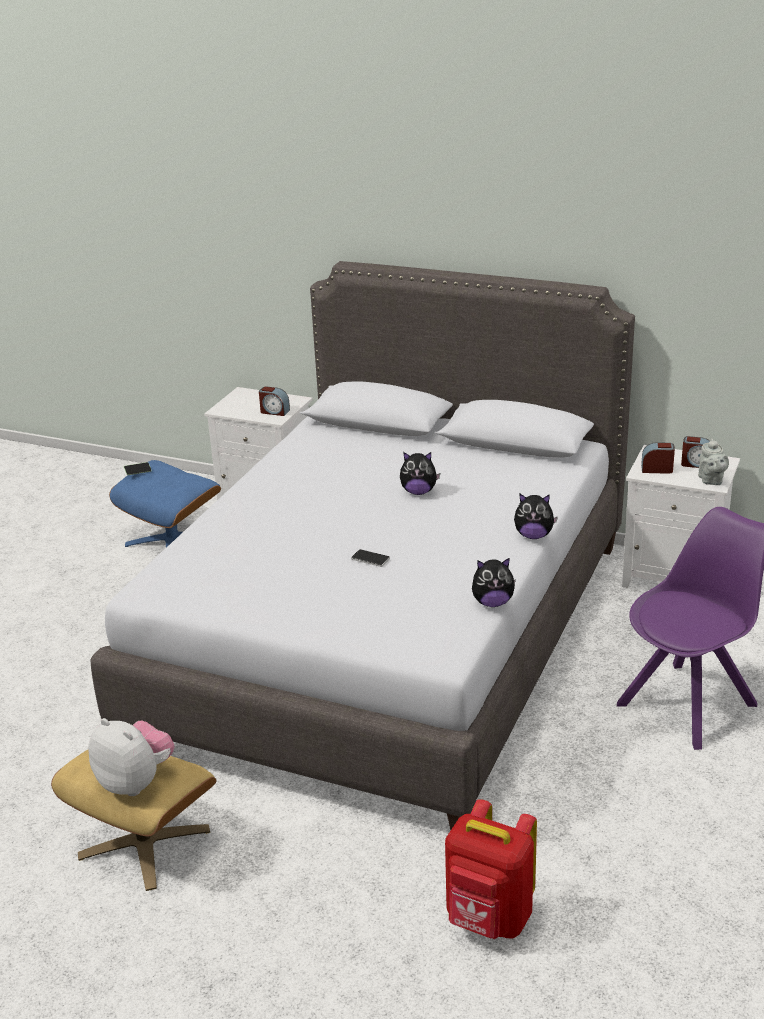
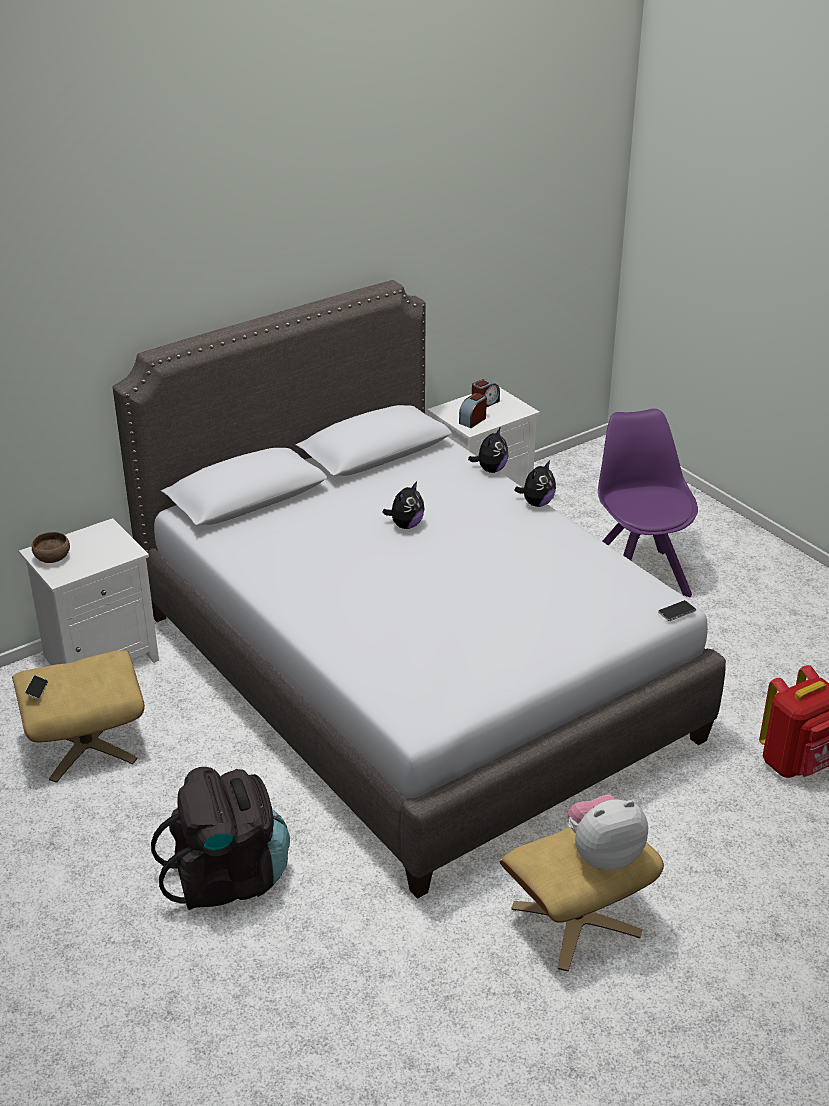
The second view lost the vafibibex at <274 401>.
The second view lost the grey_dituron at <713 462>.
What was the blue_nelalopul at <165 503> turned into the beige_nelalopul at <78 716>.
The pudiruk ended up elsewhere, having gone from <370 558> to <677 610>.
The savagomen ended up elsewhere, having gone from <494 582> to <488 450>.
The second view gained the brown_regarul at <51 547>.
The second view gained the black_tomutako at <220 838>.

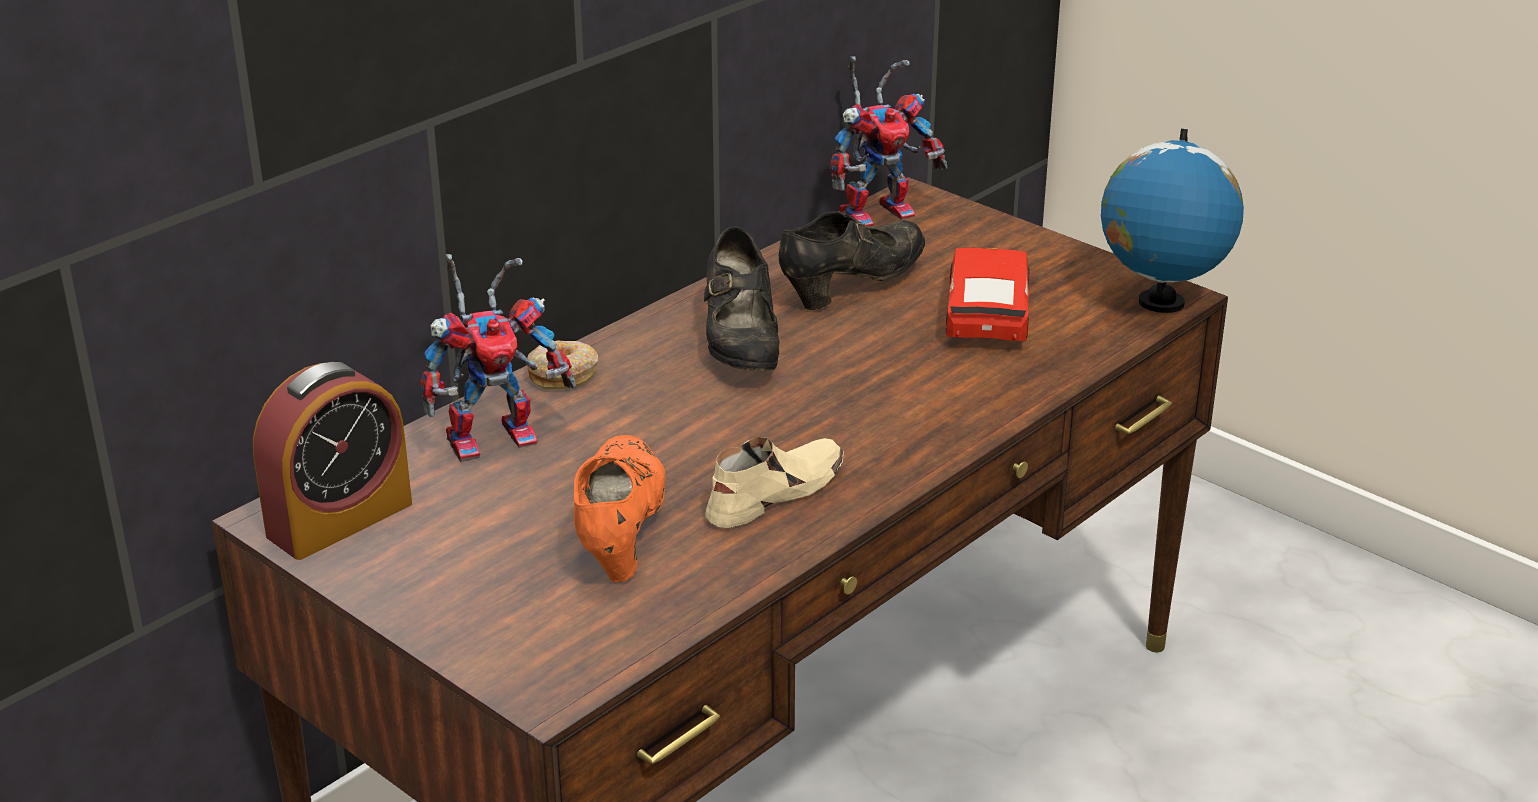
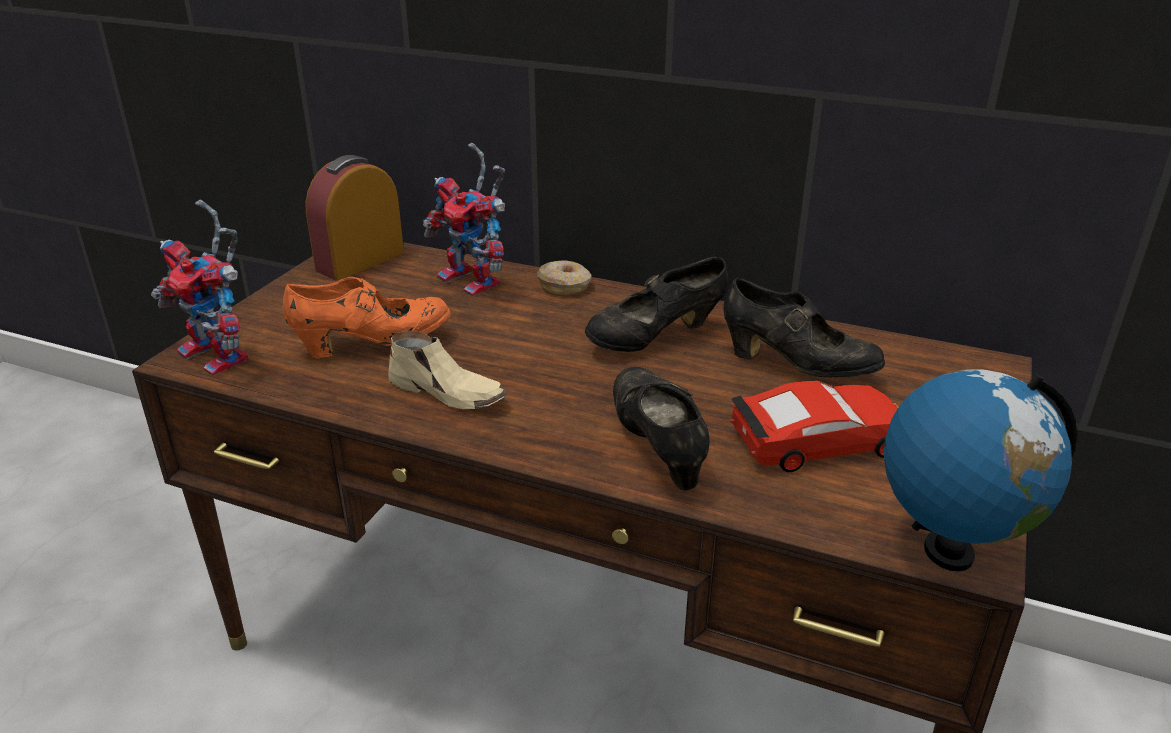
The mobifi ended up elsewhere, having gone from <889 142> to <199 288>.
The vafibibex at <332 461> ended up facing another way, 105 degrees clockwise from before.
The second view gained the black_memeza at <661 429>.

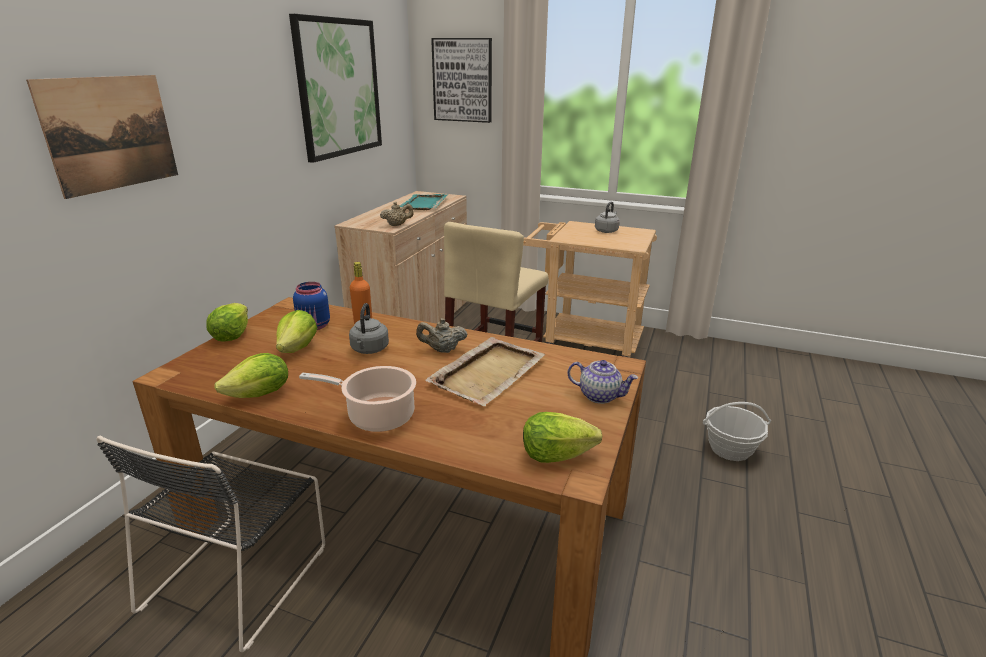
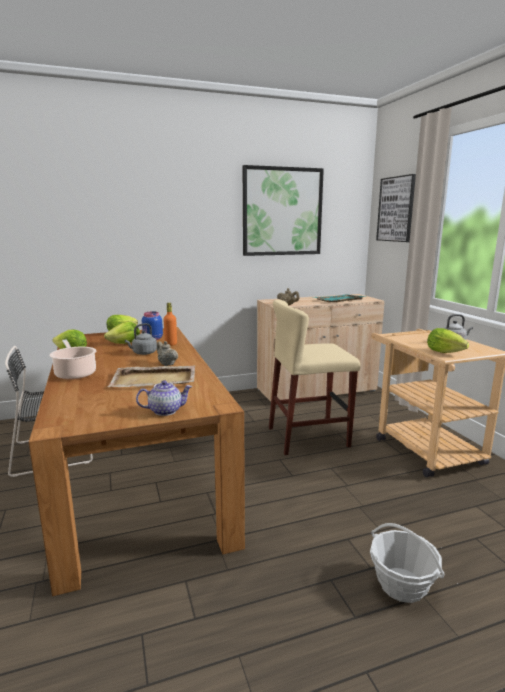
The second view lost the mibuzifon at <102 137>.
The dituron at <603 382> ended up facing another way, 90 degrees counterclockwise from before.
The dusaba ended up elsewhere, having gone from <562 437> to <448 340>.

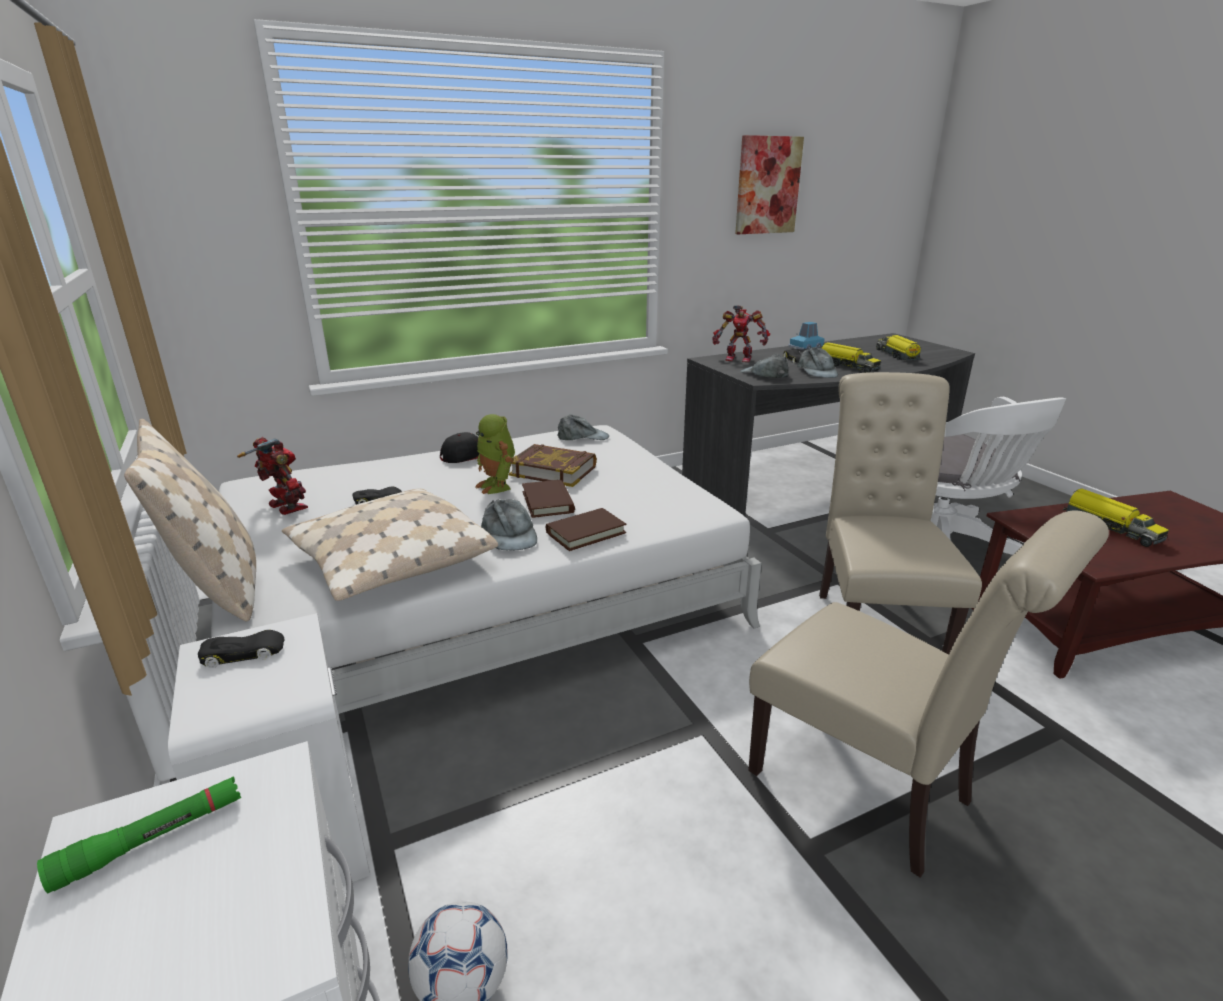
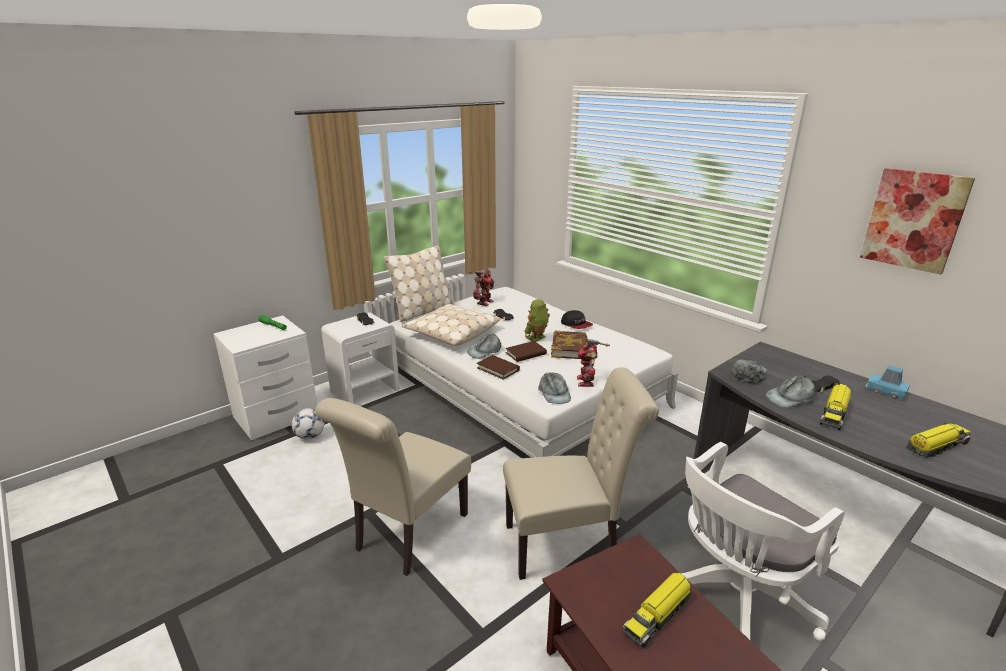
The mobifi ended up elsewhere, having gone from <741 333> to <593 363>.
The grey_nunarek ended up elsewhere, having gone from <583 427> to <554 388>.

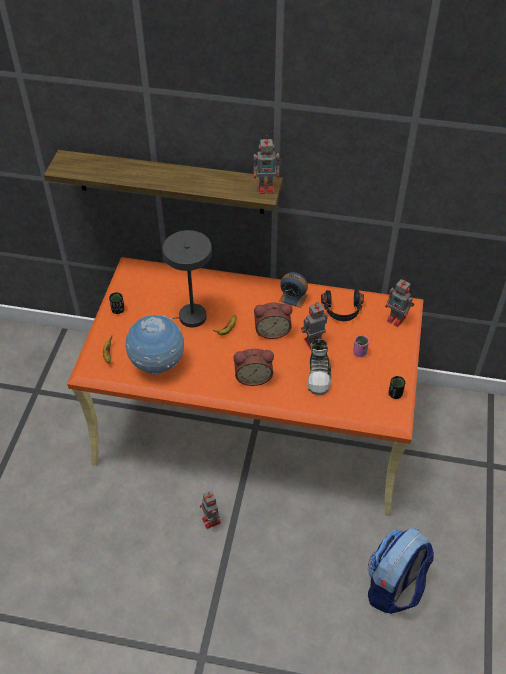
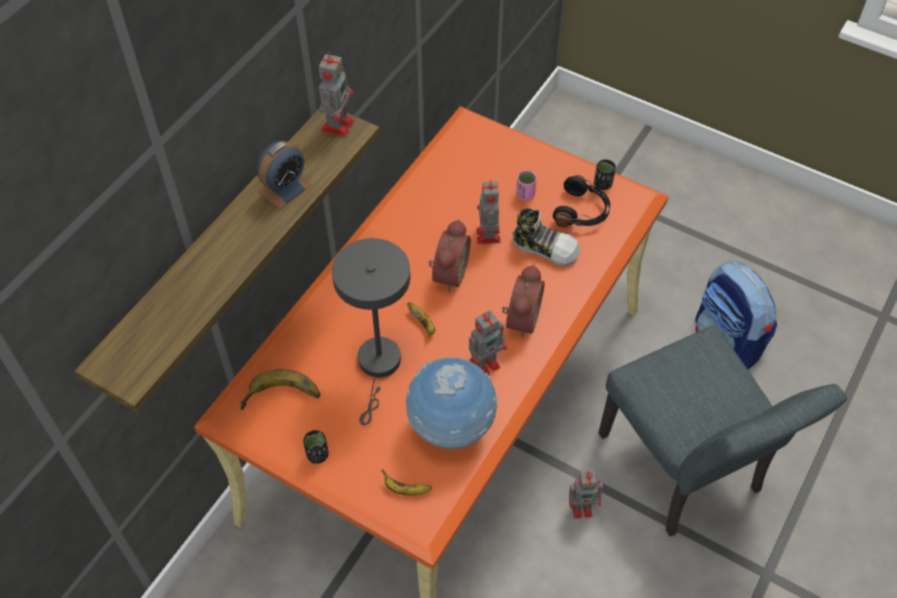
The vafibibex ended up elsewhere, having gone from <293 290> to <283 175>.
The mobifi ended up elsewhere, having gone from <399 302> to <488 342>.
The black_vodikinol ended up elsewhere, having gone from <342 305> to <582 201>.
The second view gained the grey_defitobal at <722 431>.
The second view gained the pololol at <281 389>.

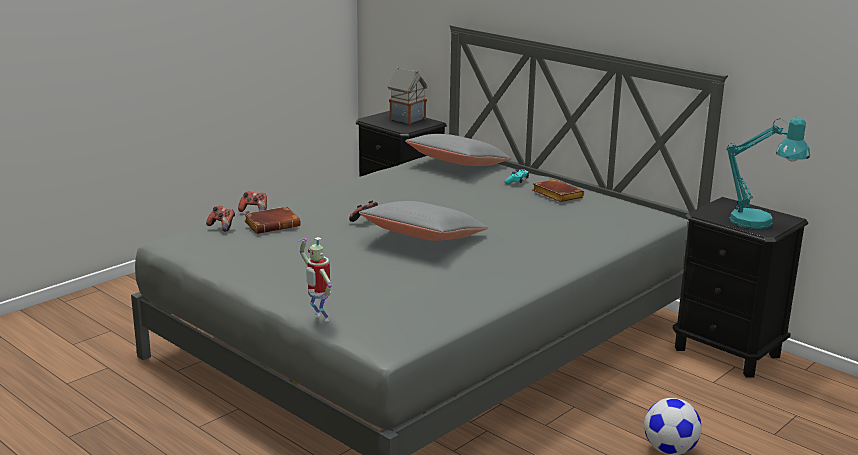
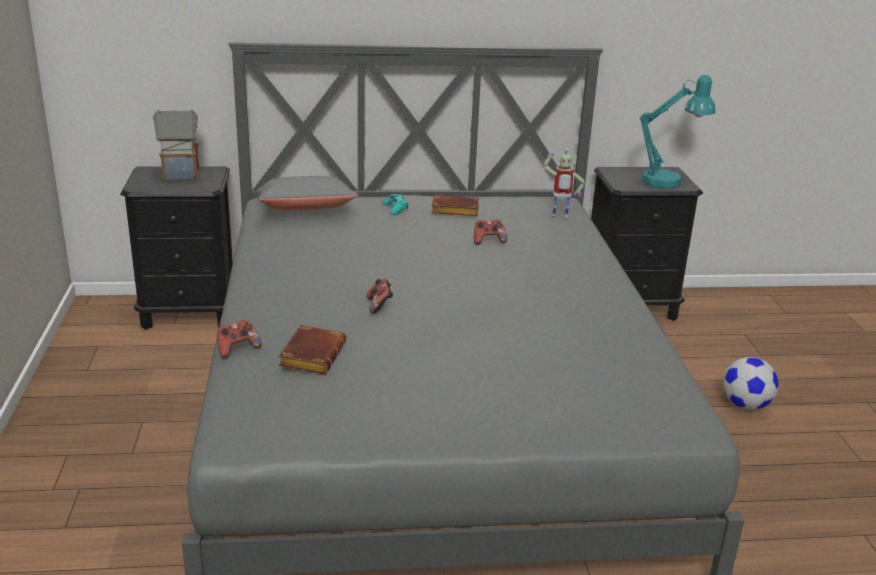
The second view lost the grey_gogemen at <423 221>.
The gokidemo ended up elsewhere, having gone from <220 219> to <490 232>.
The mobifi ended up elsewhere, having gone from <315 279> to <564 182>.

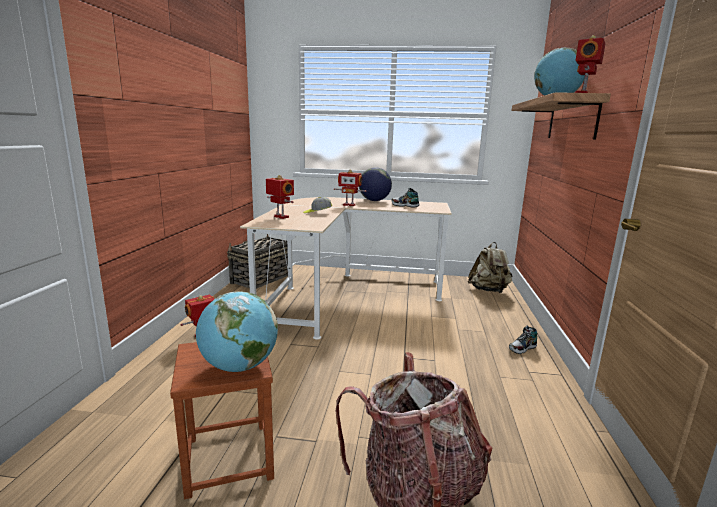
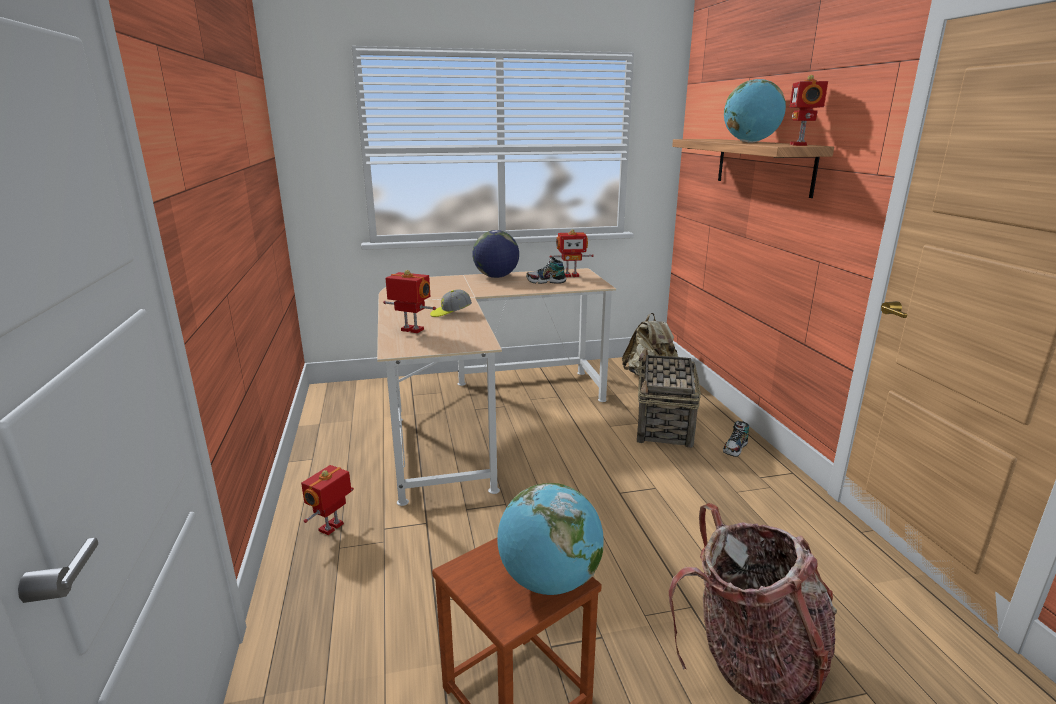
The mobifi ended up elsewhere, having gone from <350 187> to <572 253>.
The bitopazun ended up elsewhere, having gone from <257 261> to <668 399>.

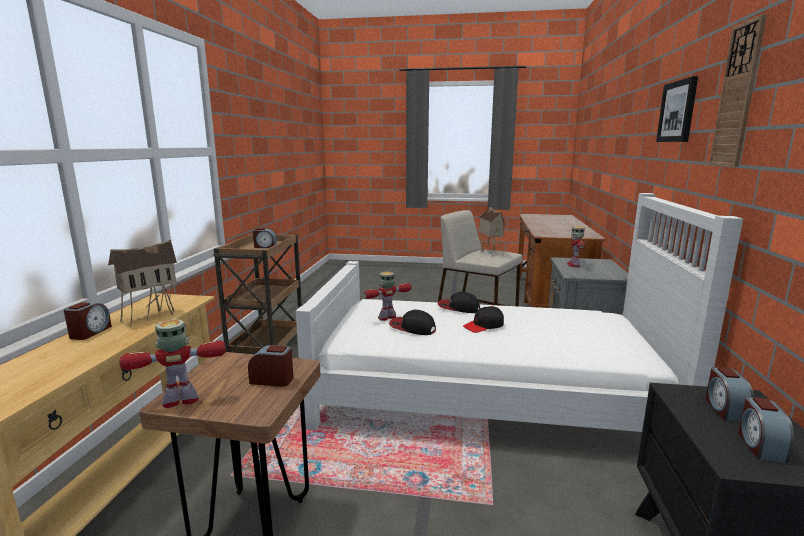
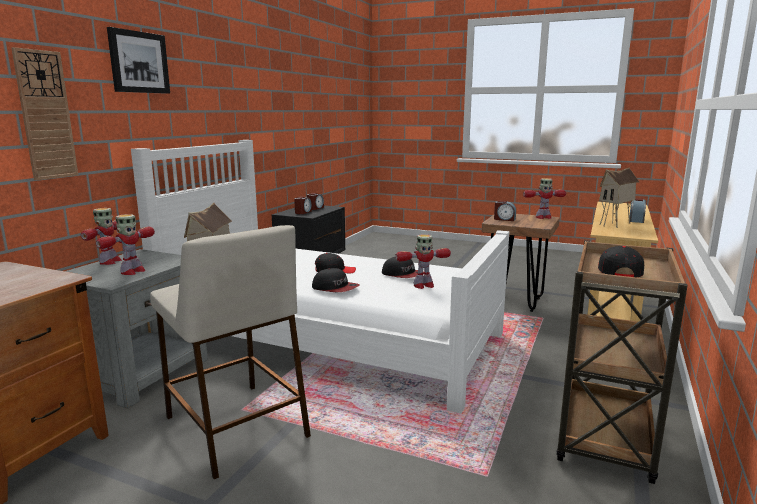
The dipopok ended up elsewhere, having gone from <738 90> to <44 113>.
Where the vafibibex stood at <265 238>, the black_nunarek came to stand at <621 261>.
The second view gained the mobifi at <101 236>.

